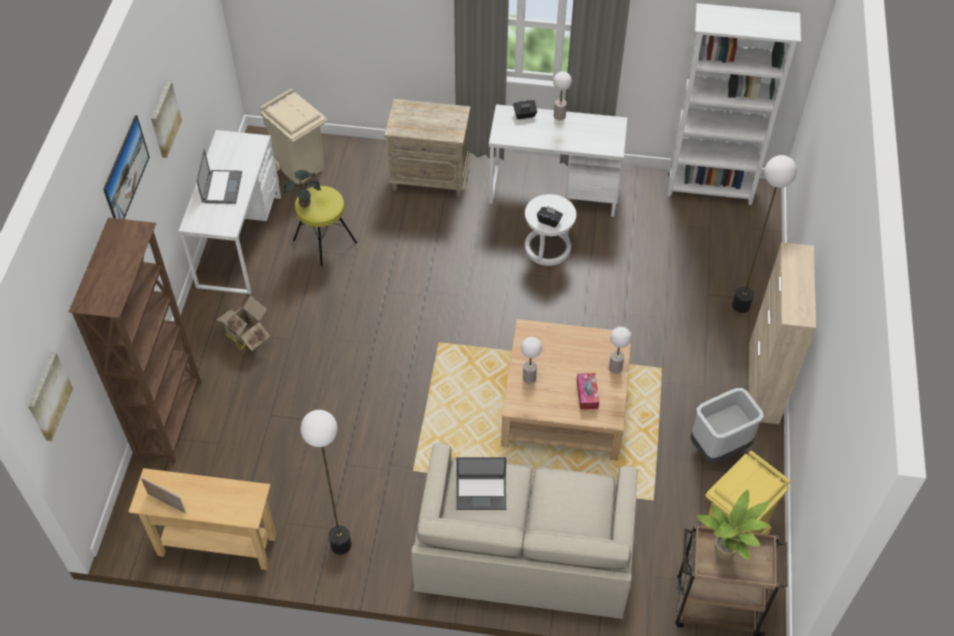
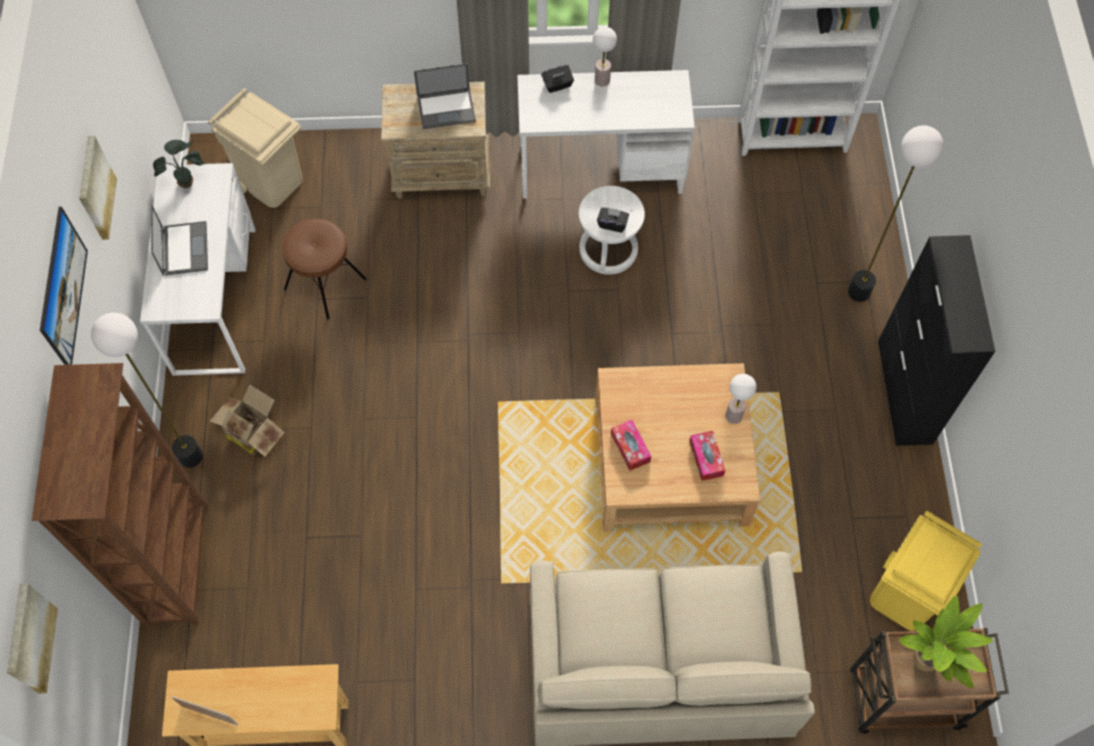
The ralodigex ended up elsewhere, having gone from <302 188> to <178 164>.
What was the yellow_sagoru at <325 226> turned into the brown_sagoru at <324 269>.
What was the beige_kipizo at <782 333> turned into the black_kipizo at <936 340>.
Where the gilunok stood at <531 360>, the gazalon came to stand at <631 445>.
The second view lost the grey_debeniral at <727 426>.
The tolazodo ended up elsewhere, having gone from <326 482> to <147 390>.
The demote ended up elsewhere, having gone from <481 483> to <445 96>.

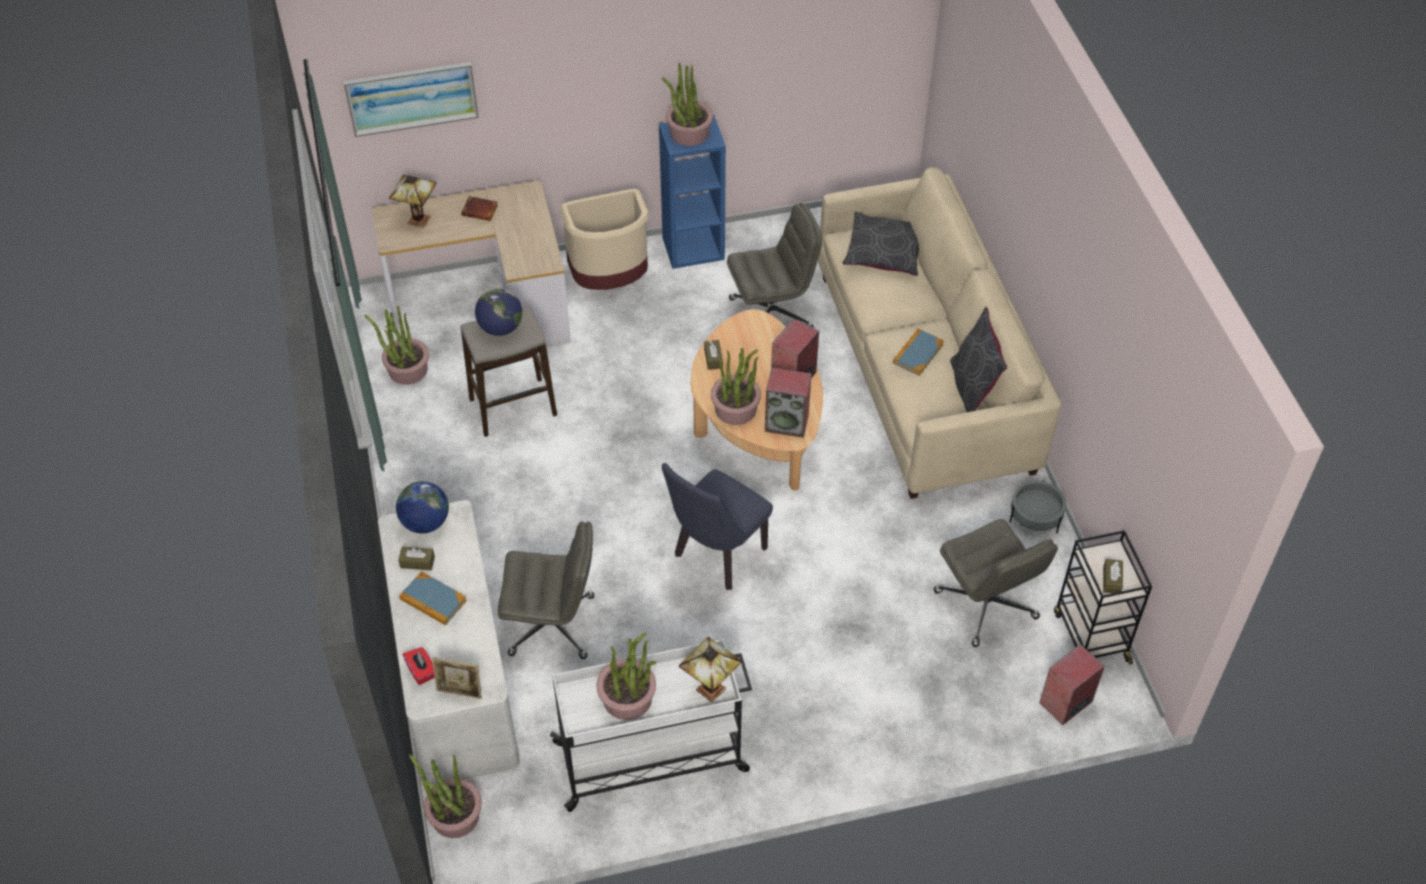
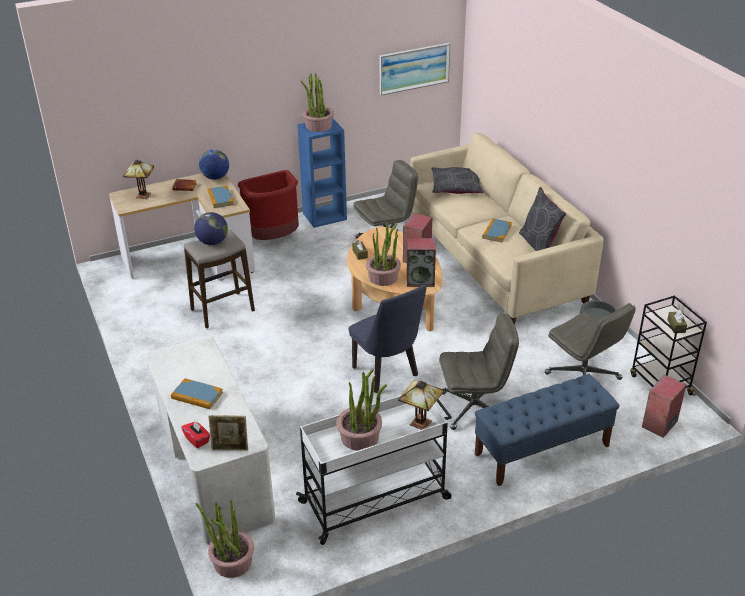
The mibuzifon ended up elsewhere, having gone from <411 99> to <414 69>.
What was the beige_debeniral at <604 239> turned into the red_debeniral at <268 205>.
The second view lost the ralodigex at <396 345>.
The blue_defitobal at <717 526> ended up facing another way, 60 degrees counterclockwise from before.
The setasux ended up elsewhere, having gone from <422 507> to <214 165>.
The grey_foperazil ended up elsewhere, having gone from <546 590> to <479 371>.
The second view lost the brown_gazalon at <416 558>.
The second view gained the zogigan at <221 197>.
The second view gained the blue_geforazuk at <547 430>.

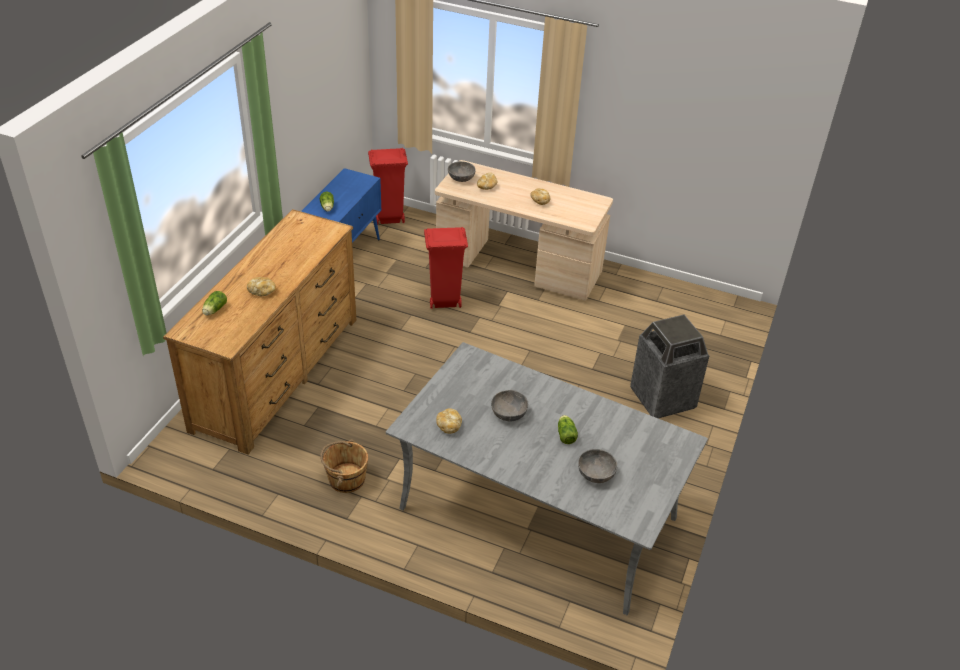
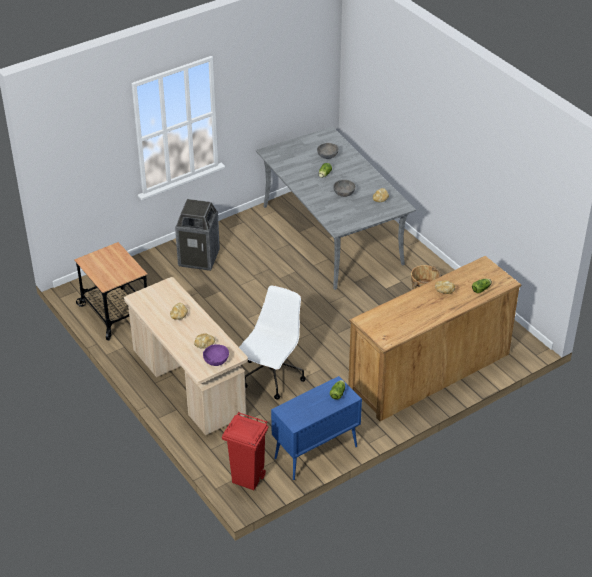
What was the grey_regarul at <462 171> turned into the purple_regarul at <216 355>.
Where the red_debeniral stood at <446 268>, the white_foperazil came to stand at <272 342>.
The second view gained the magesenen at <111 291>.

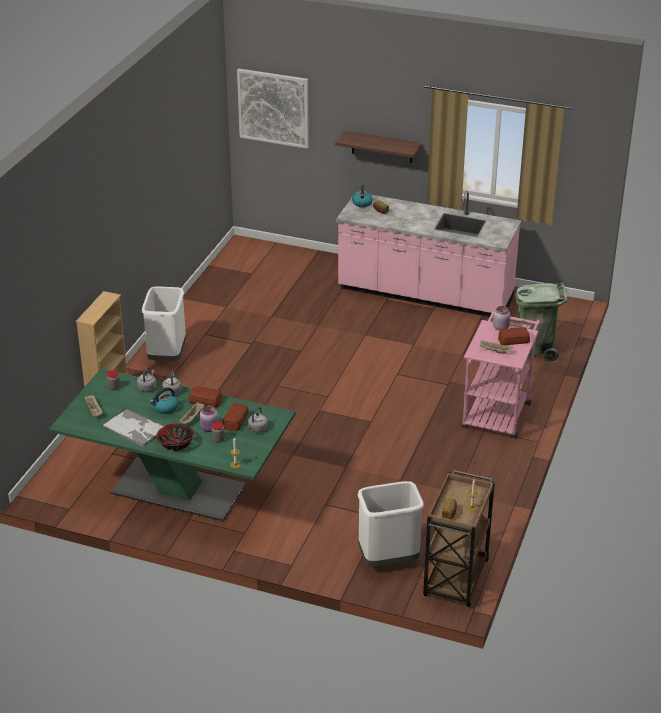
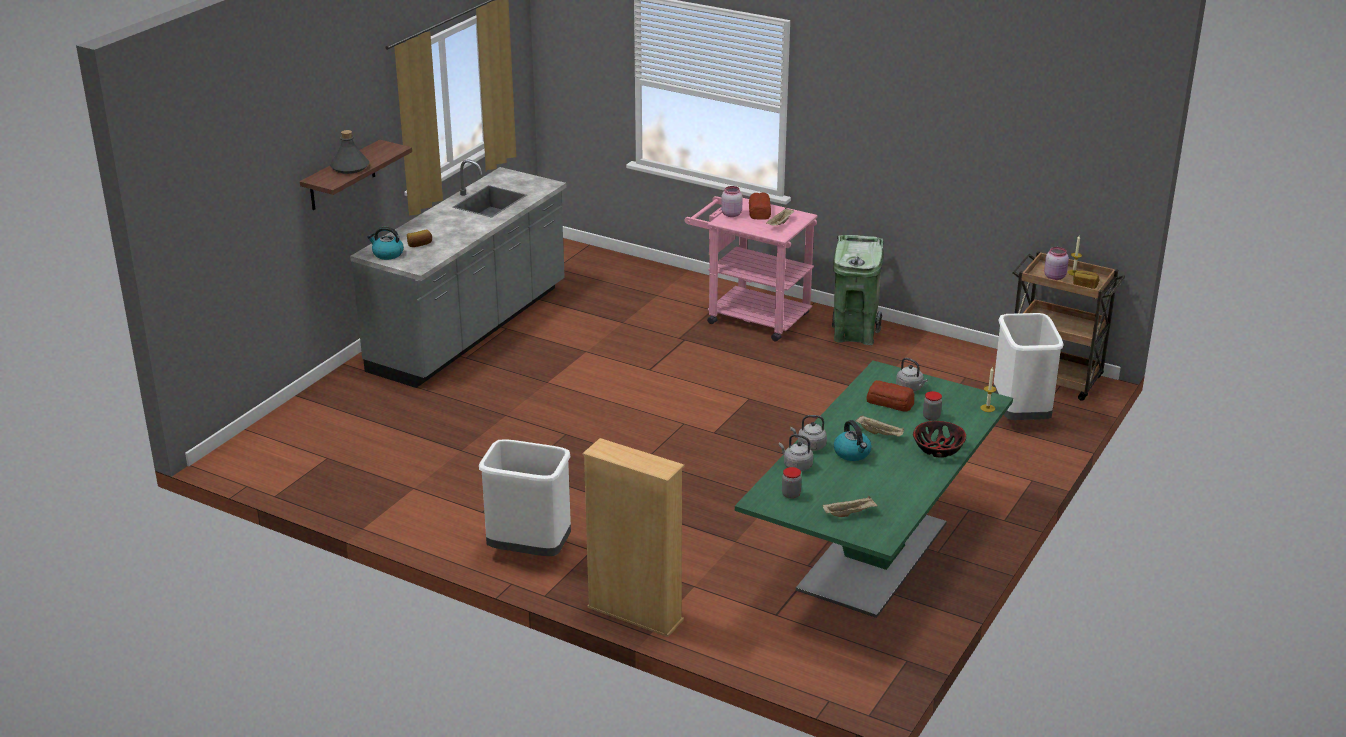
The second view lost the mibuzifon at <273 108>.
What was the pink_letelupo at <428 254> turned into the grey_letelupo at <458 273>.
The green_debeniral ended up elsewhere, having gone from <541 322> to <858 290>.
The second view lost the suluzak at <205 396>.
The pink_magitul ended up elsewhere, having gone from <209 418> to <1056 263>.
The second view lost the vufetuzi at <133 427>.
The second view gained the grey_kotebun at <349 152>.

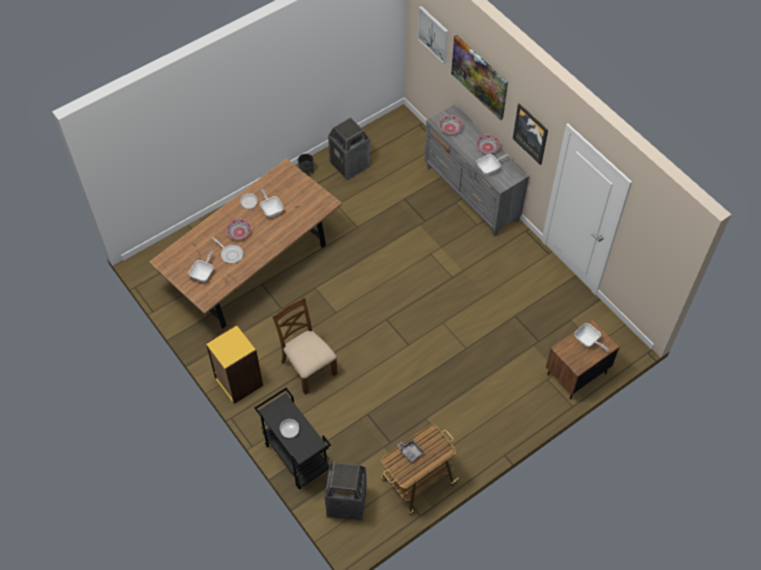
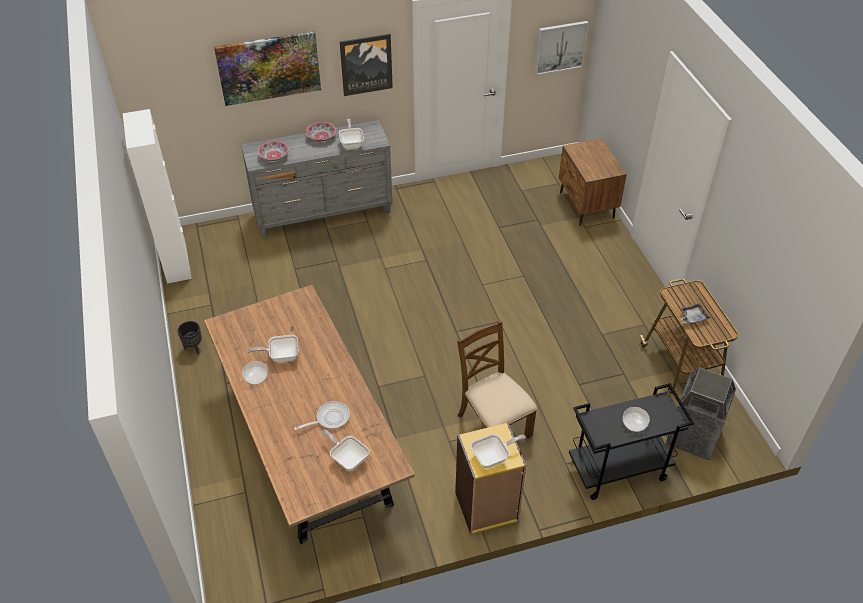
The mibuzifon ended up elsewhere, having gone from <432 35> to <562 48>.
The second view lost the debeniral at <349 149>.
The second view lost the regarul at <239 229>.
The brown_defitobal at <304 346> ended up facing another way, 75 degrees clockwise from before.
The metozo ended up elsewhere, having gone from <592 337> to <498 451>.
The second view gained the white_kipizo at <157 196>.

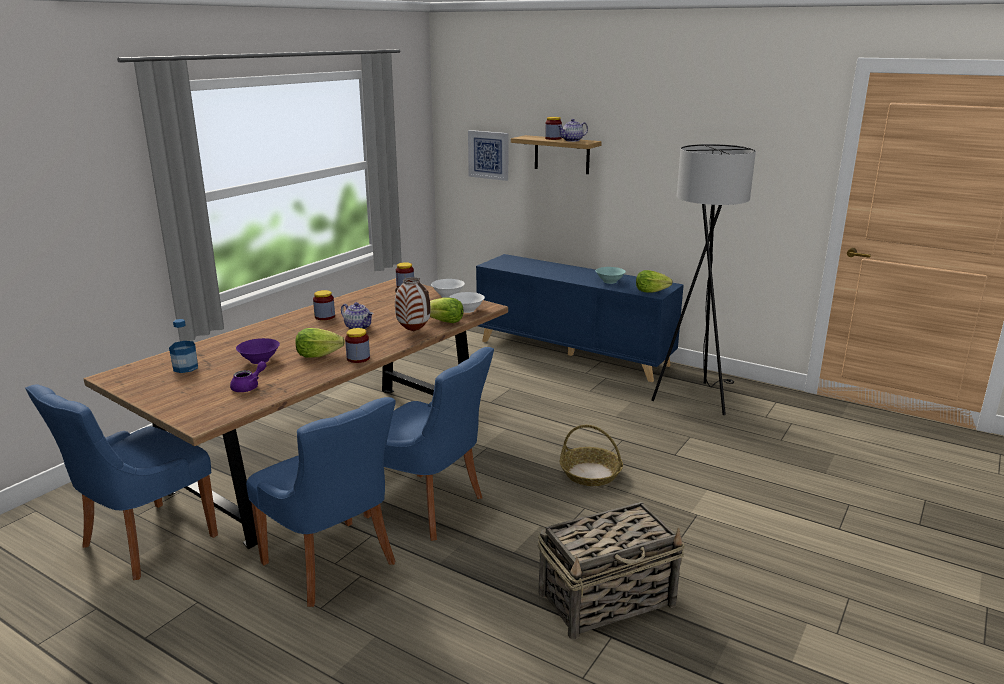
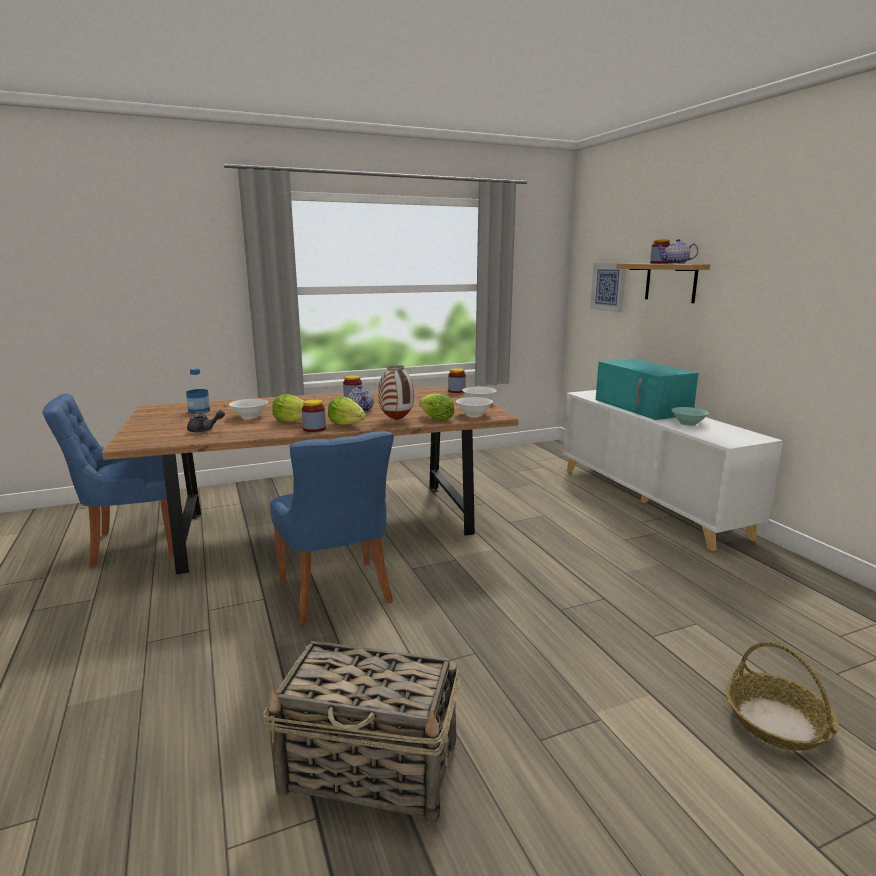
The second view lost the black_tolazodo at <703 279>.
What was the blue_kipizo at <580 318> turned into the white_kipizo at <673 470>.
The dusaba ended up elsewhere, having gone from <654 281> to <347 411>.
What was the purple_regarul at <258 351> turned into the white_regarul at <248 409>.
What was the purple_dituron at <248 376> turned into the grey_dituron at <206 421>.
The second view lost the blue_defitobal at <321 502>.
The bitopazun ended up elsewhere, having gone from <591 455> to <782 696>.
The second view gained the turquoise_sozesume at <647 389>.

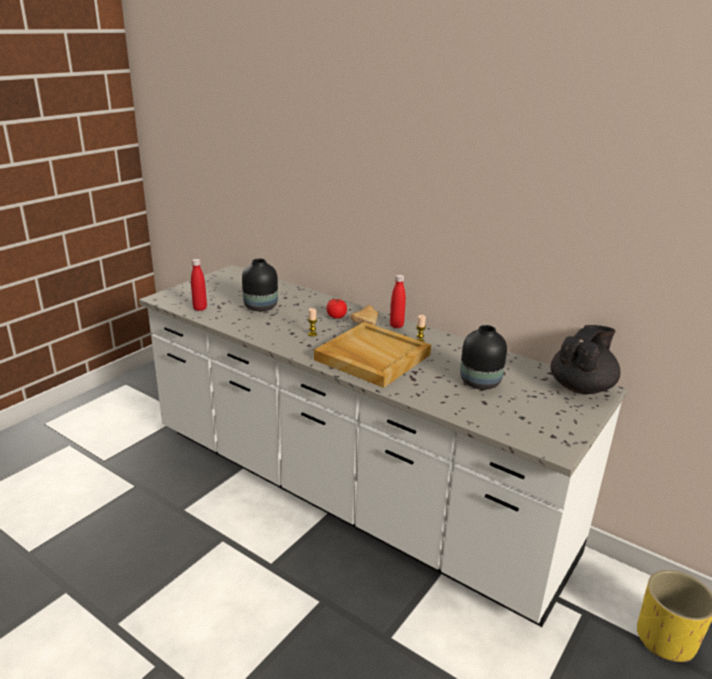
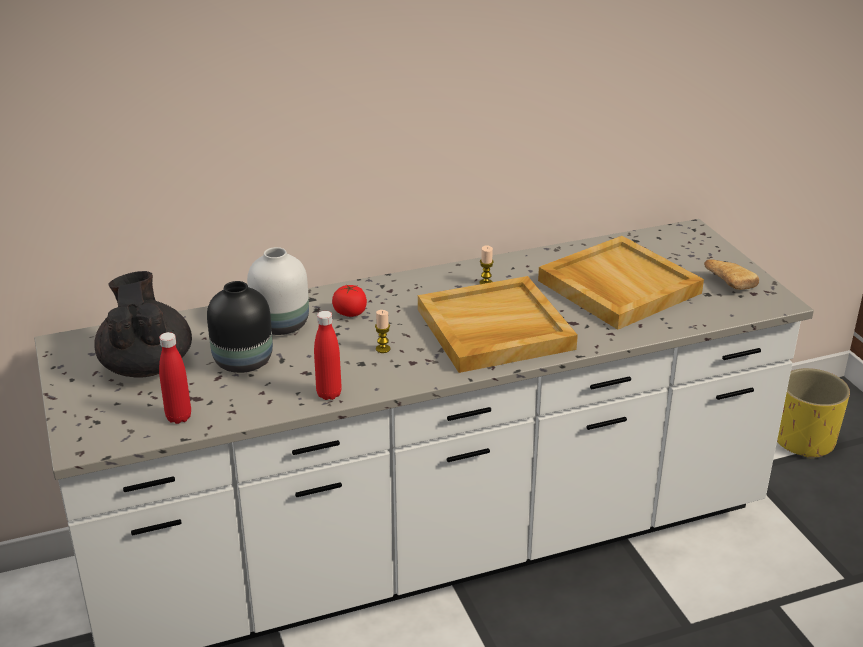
The red_kotebun ended up elsewhere, having gone from <398 301> to <328 355>.
The suluzak ended up elsewhere, having gone from <364 315> to <731 274>.
Where the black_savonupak stood at <483 357>, the beige_vufetuzi came to stand at <621 283>.
The black_dituron ended up elsewhere, having gone from <585 359> to <143 324>.
The second view gained the white_savonupak at <278 291>.

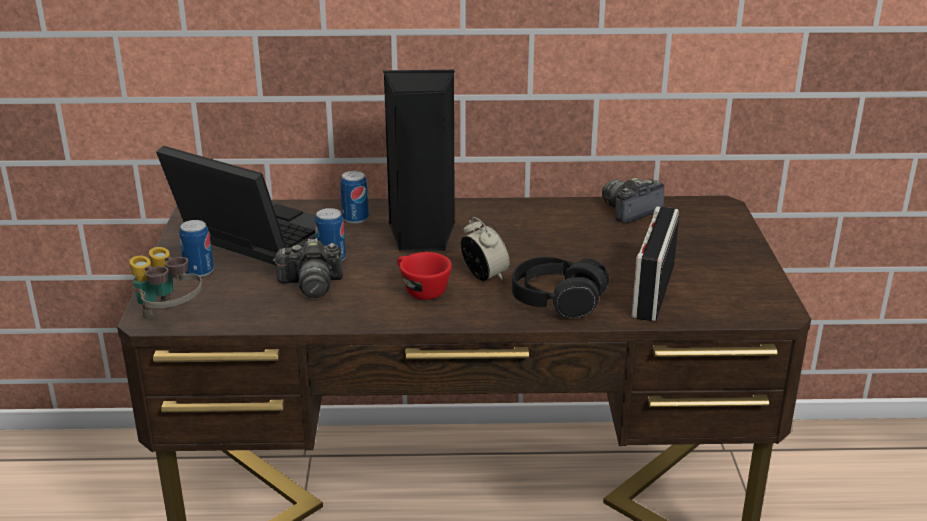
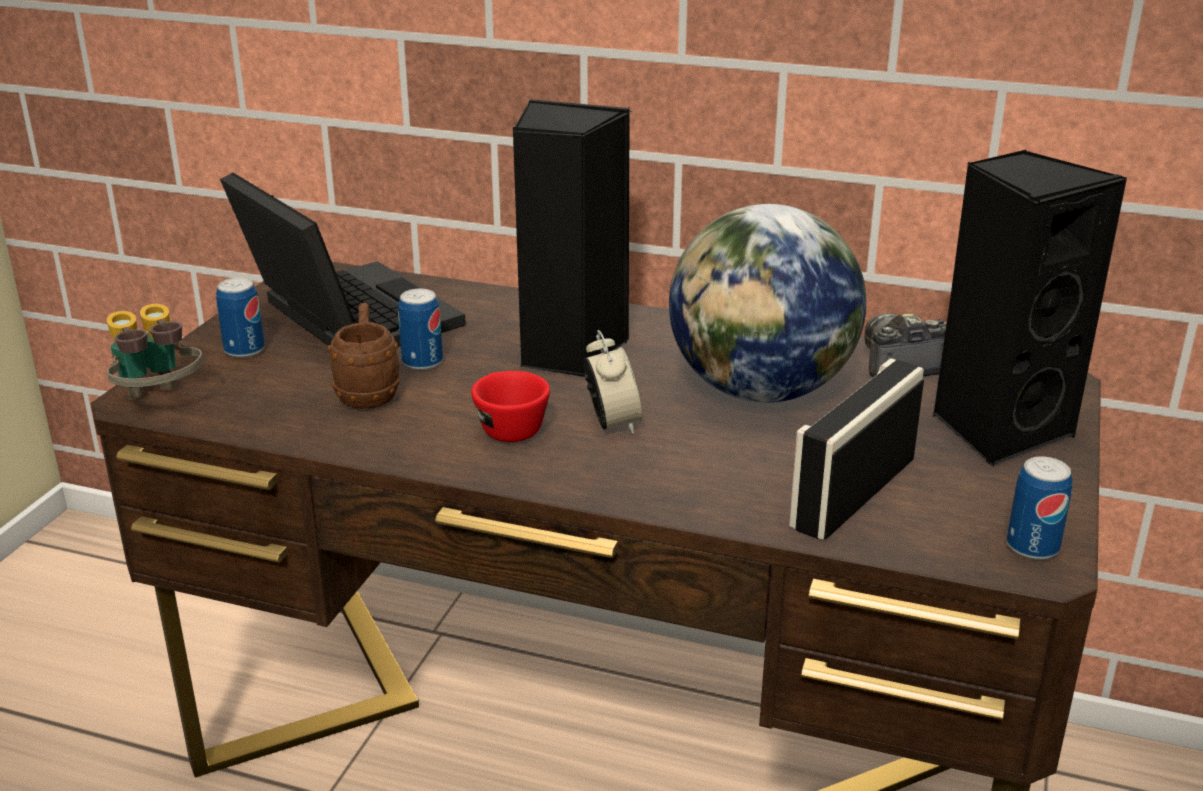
The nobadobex ended up elsewhere, having gone from <354 197> to <1040 508>.
Where the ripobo stood at <308 268>, the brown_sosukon came to stand at <364 356>.
The second view lost the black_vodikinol at <560 287>.
The second view gained the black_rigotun at <1029 308>.
The second view gained the setasux at <767 303>.

